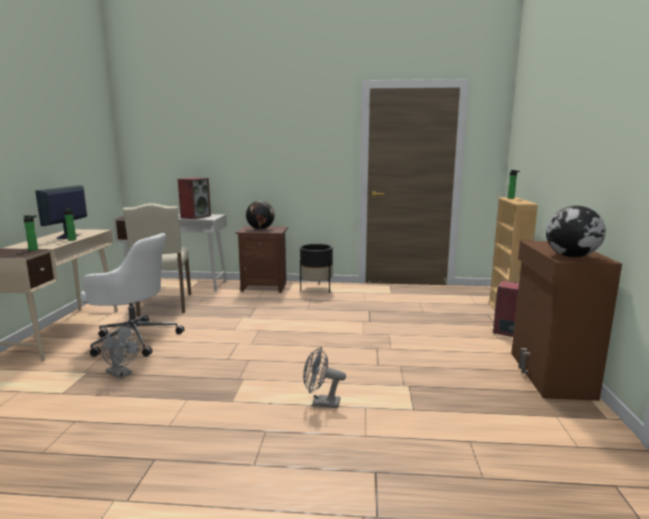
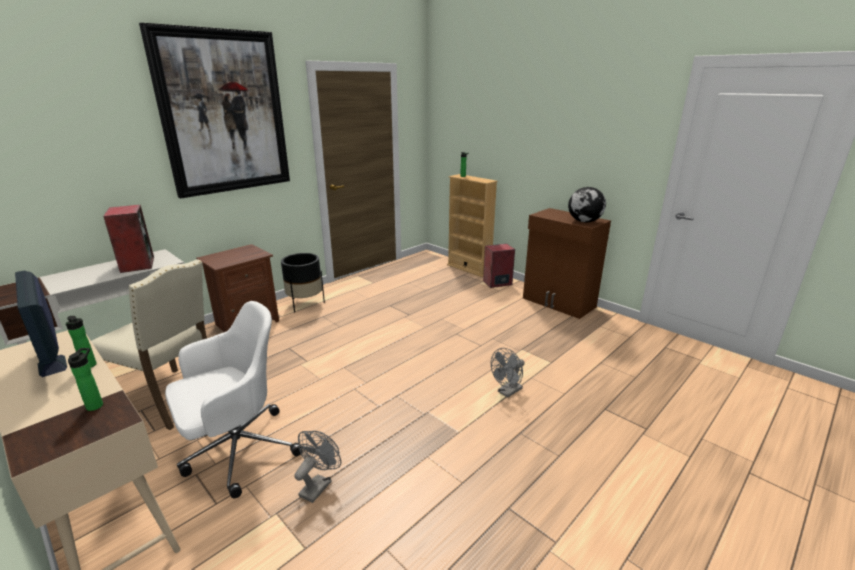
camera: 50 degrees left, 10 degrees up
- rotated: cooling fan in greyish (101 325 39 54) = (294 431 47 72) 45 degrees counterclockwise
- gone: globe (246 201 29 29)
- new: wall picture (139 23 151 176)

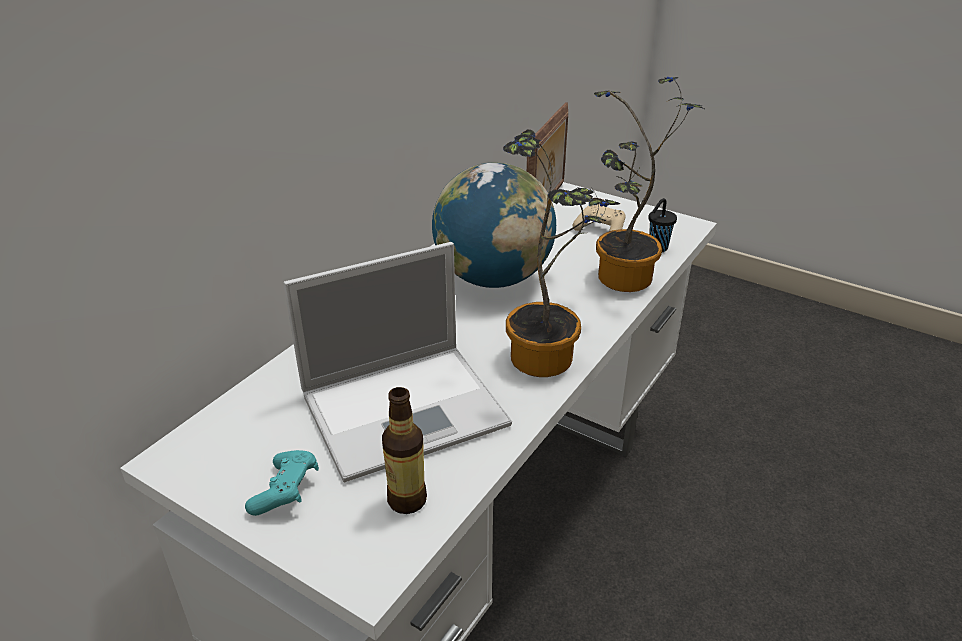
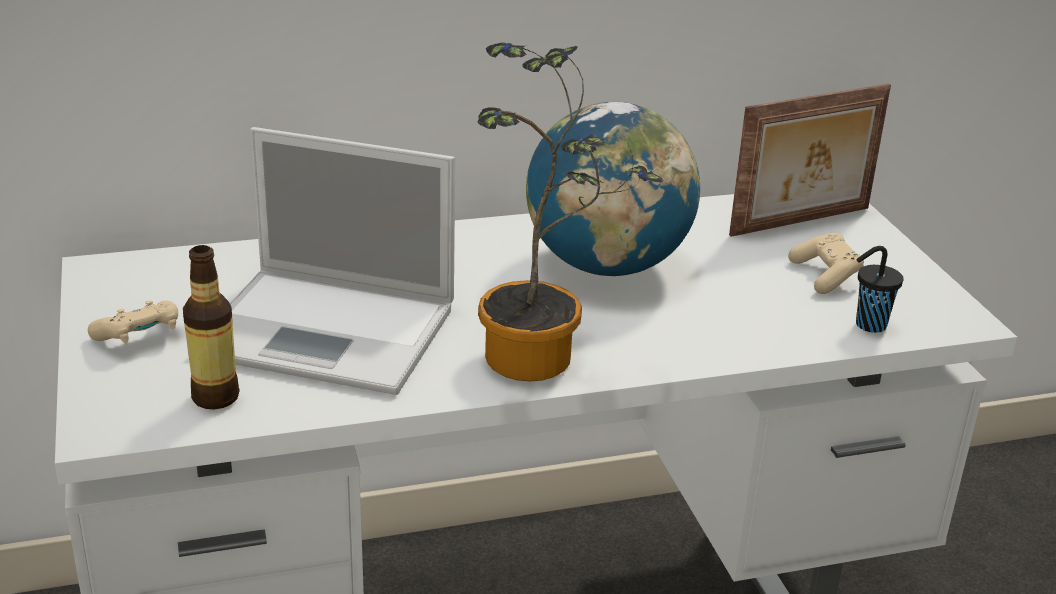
camera: 40 degrees right, 5 degrees down
- repainted: joypad in blue-green (245 450 74 66) to joypad in sand-coloured (88 301 90 42)
- gone: houseplant (594 77 111 215)

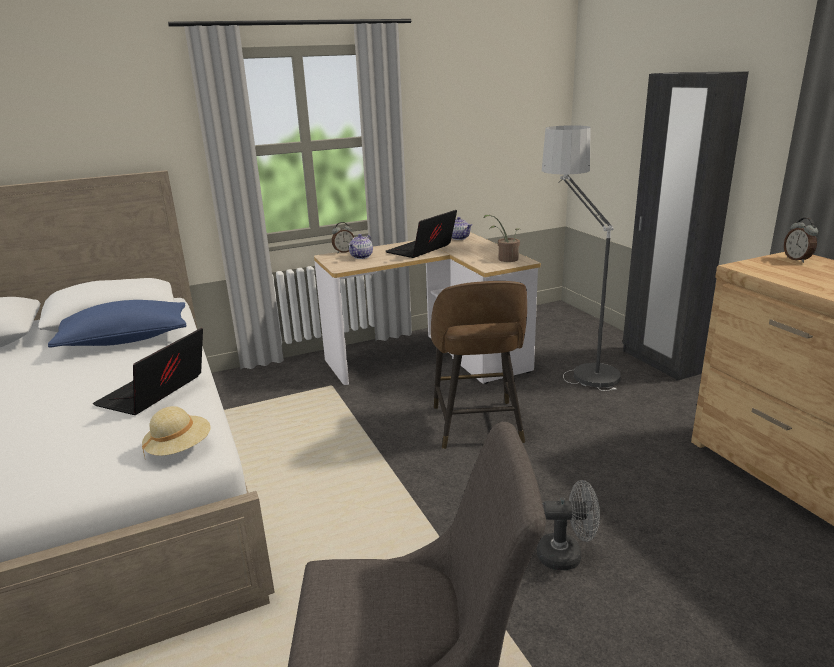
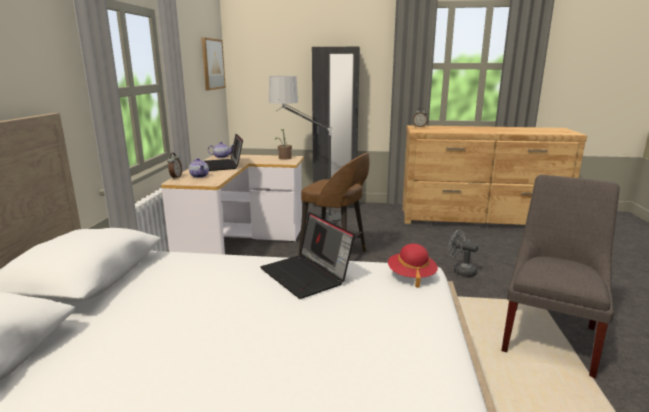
camera: 60 degrees left, 5 degrees down
- gone: cushion in blue (48 300 139 48)
- repainted: hat in sand-coloured (142 406 69 51) to hat in red-coloured (388 244 50 44)
- rotated: cooling fan in greyish (537 480 63 90) = (449 230 29 47) 90 degrees counterclockwise
- new: wall picture (201 37 25 53)

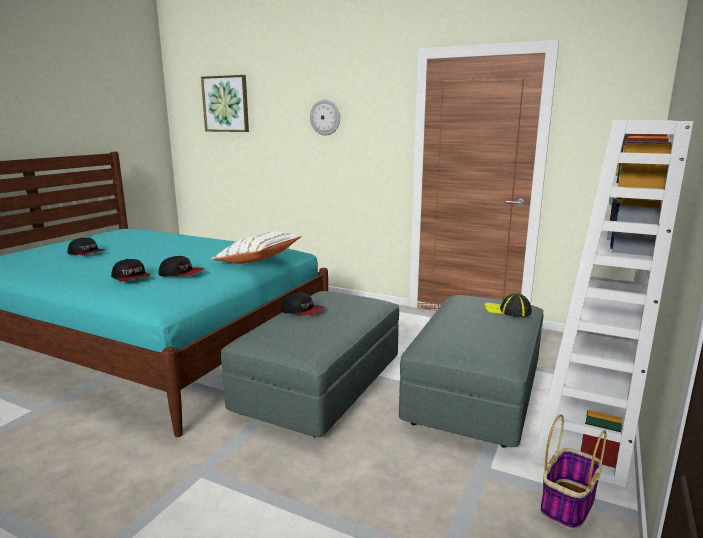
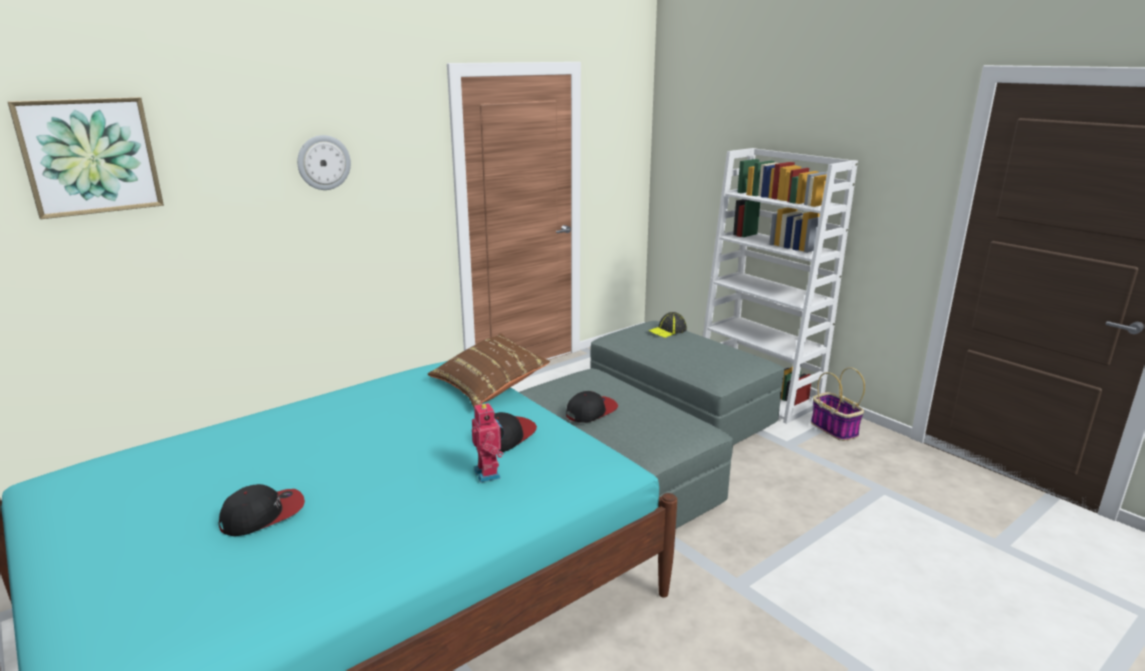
camera: 65 degrees left, 5 degrees up
- swapped: peaked cap (111 259 40 22) to toy robot (472 401 32 82)
- repainted: cushion in white (212 231 90 33) to cushion in brown-coloured (428 334 122 73)

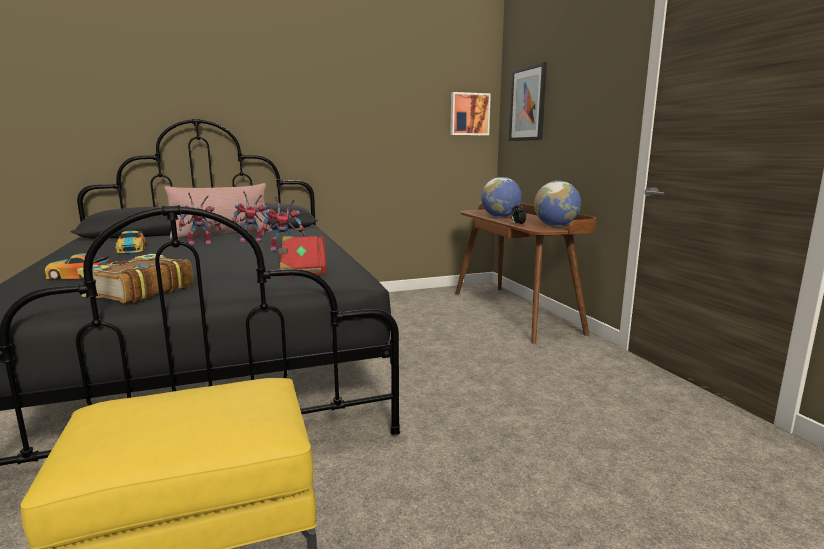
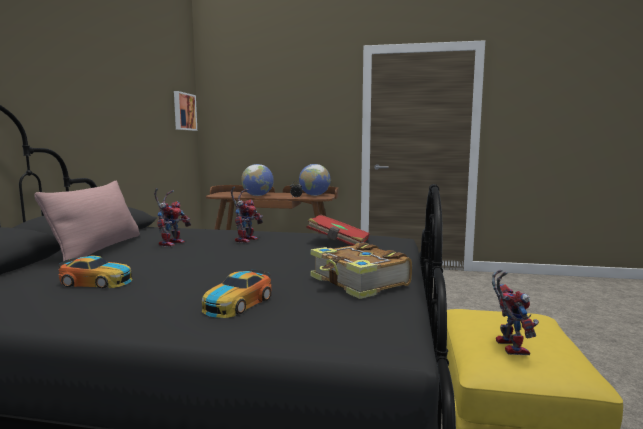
camera: 60 degrees left, 5 degrees down
- shifted: toy robot (179 193 43 52) to (492 269 47 86)
- gone: wall picture (509 62 38 79)

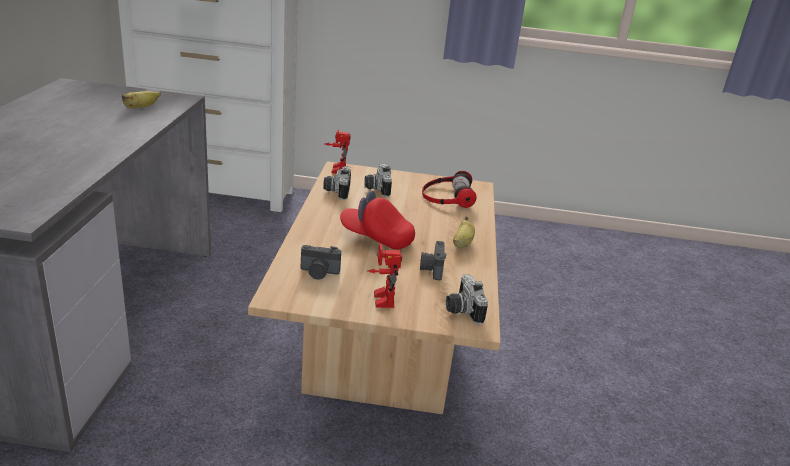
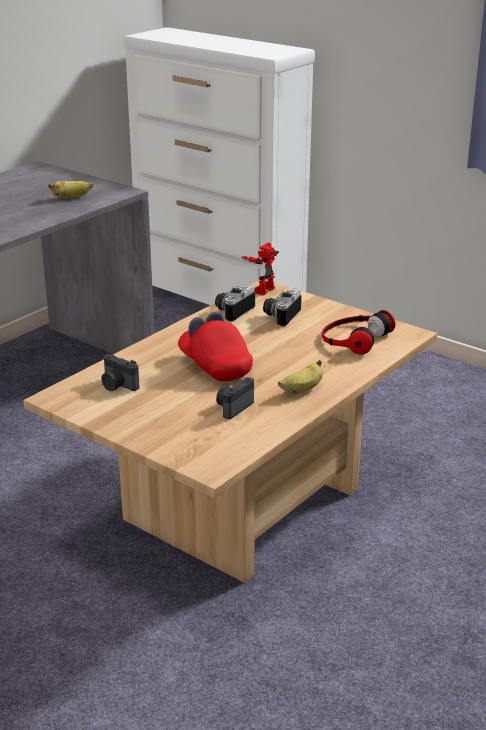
camera: 35 degrees right, 0 degrees up
- gone: toy robot (367 244 35 64)
- gone: photo camera (446 275 42 49)

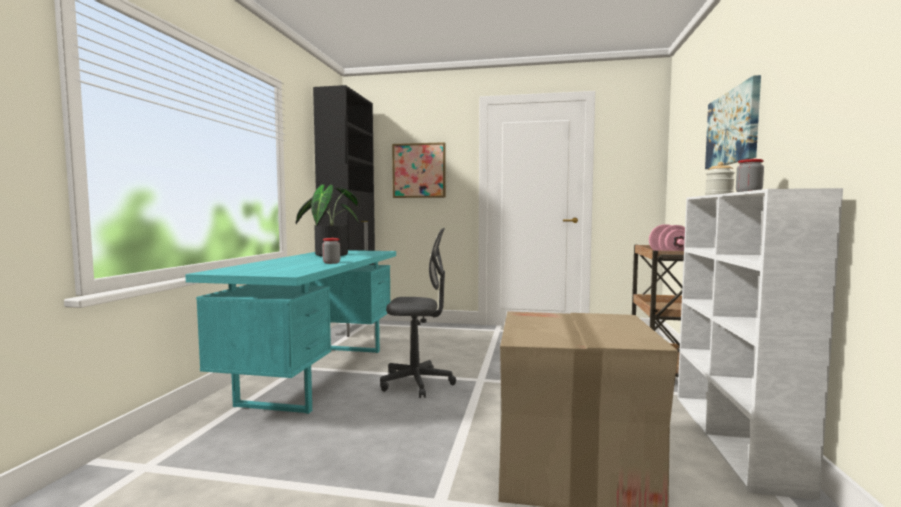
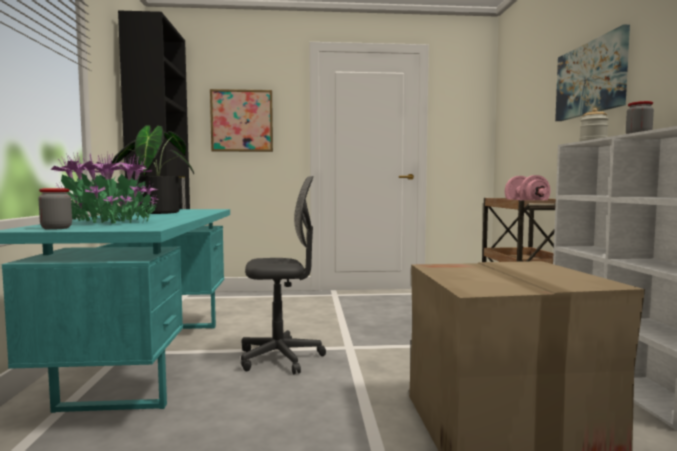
camera: 15 degrees left, 0 degrees up
- shifted: storage jar (322 238 18 26) to (38 188 34 42)
- new: houseplant (50 151 110 73)

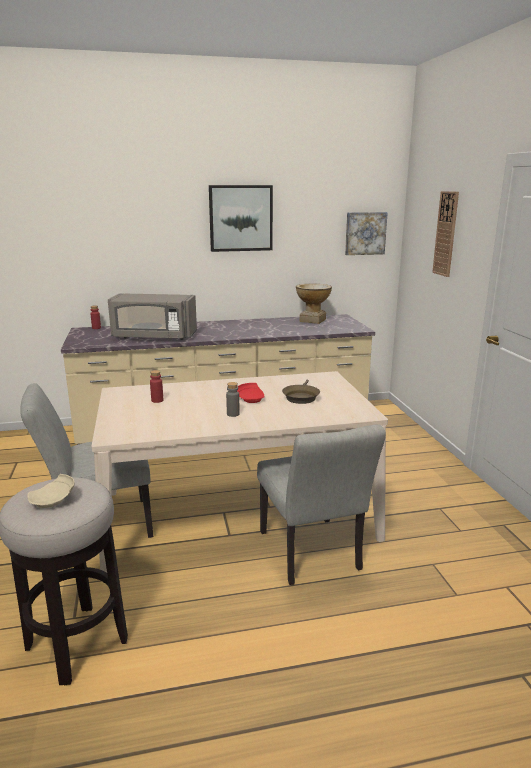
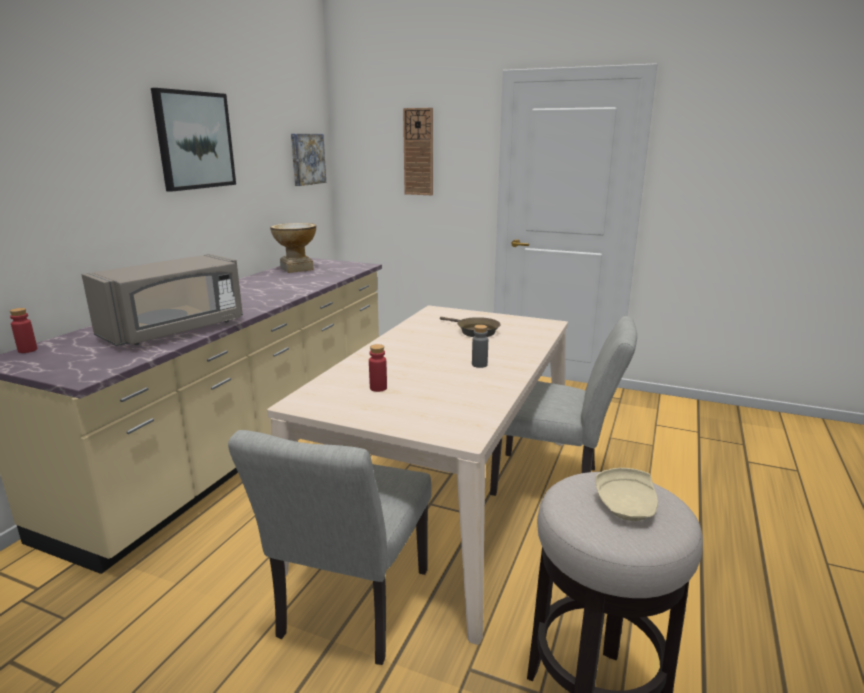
camera: 55 degrees left, 0 degrees up
- gone: plate in red-coloured (237 383 28 20)

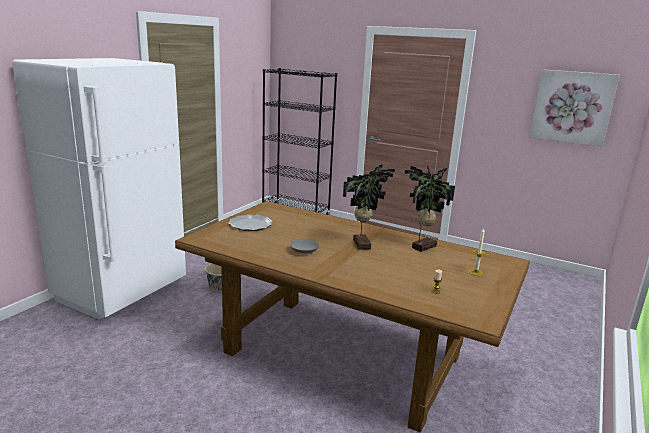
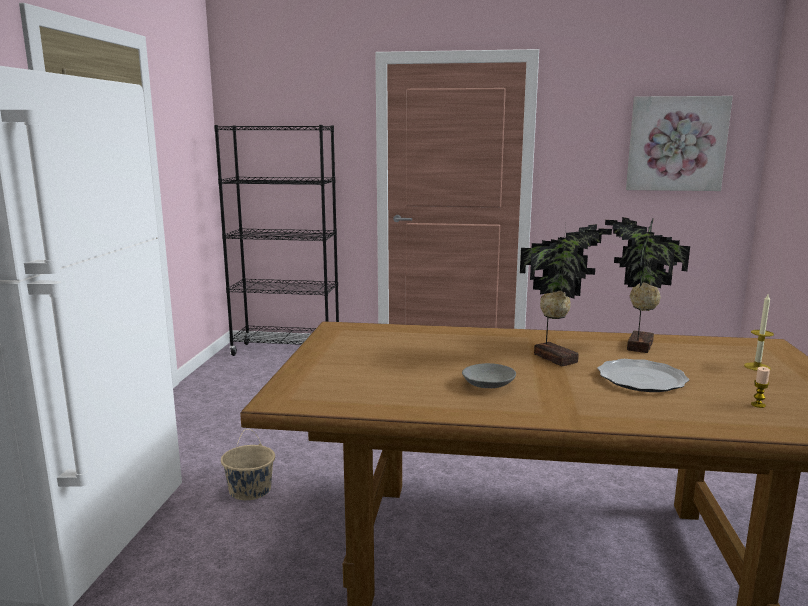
camera: 20 degrees left, 5 degrees down
- shifted: plate (229 215 43 16) to (597 359 92 33)

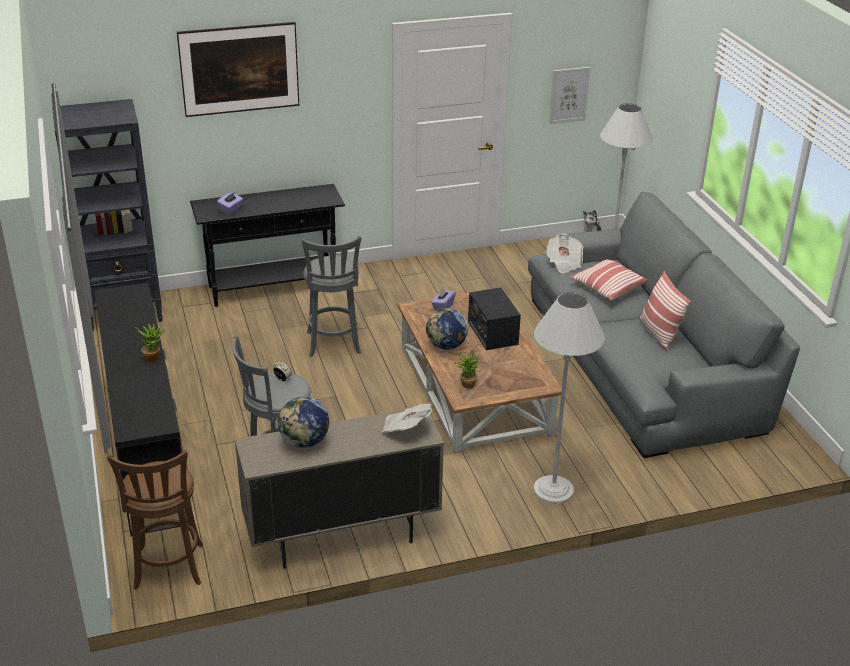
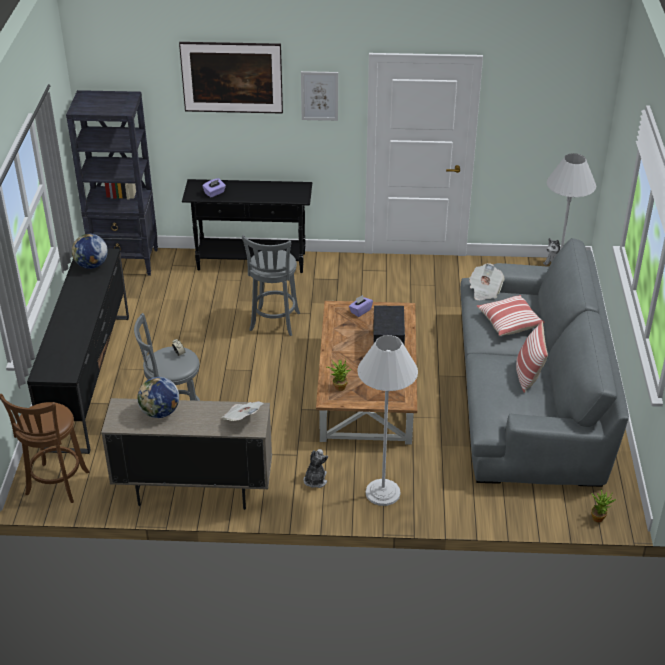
camera: 20 degrees right, 5 degrees up
- shifted: houseplant (135 324 31 38) to (591 489 25 33)
- shifted: globe (426 308 42 42) to (72 234 36 35)
- shifted: wall picture (549 67 41 57) to (301 71 37 50)
- new: cuddly toy (303 449 25 39)

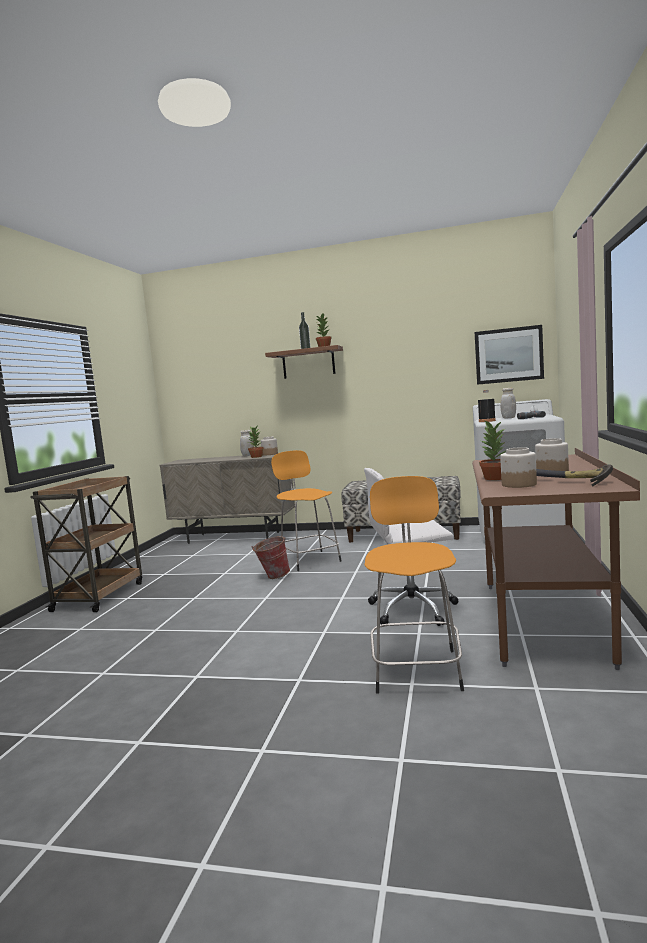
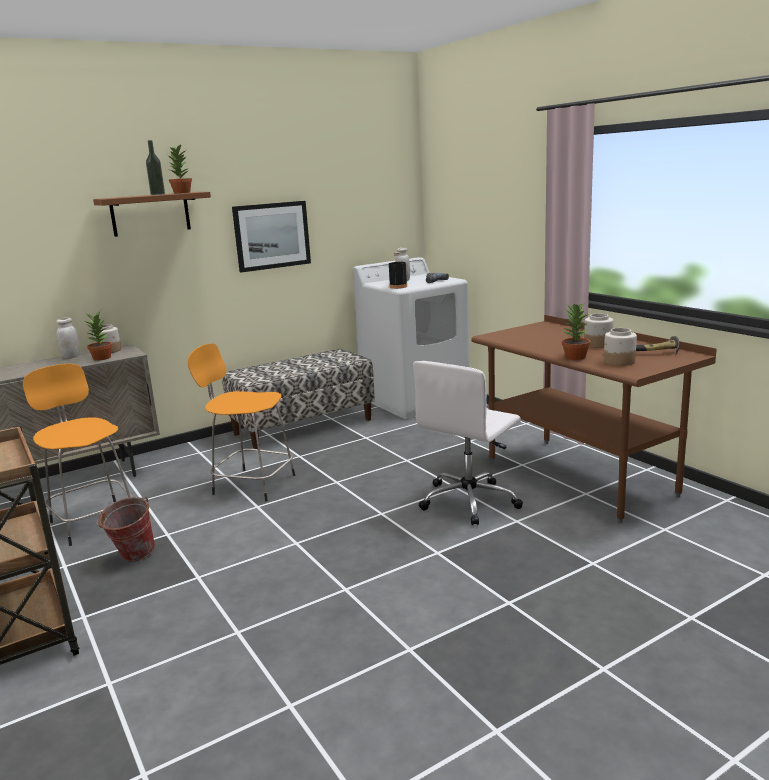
camera: 45 degrees left, 10 degrees up
- shifted: pail (251 536 39 43) to (96 497 59 65)
- shifted: stool in orangey (364 476 100 218) to (23 364 110 182)
- shifted: wall picture (475 325 69 60) to (232 201 79 71)

